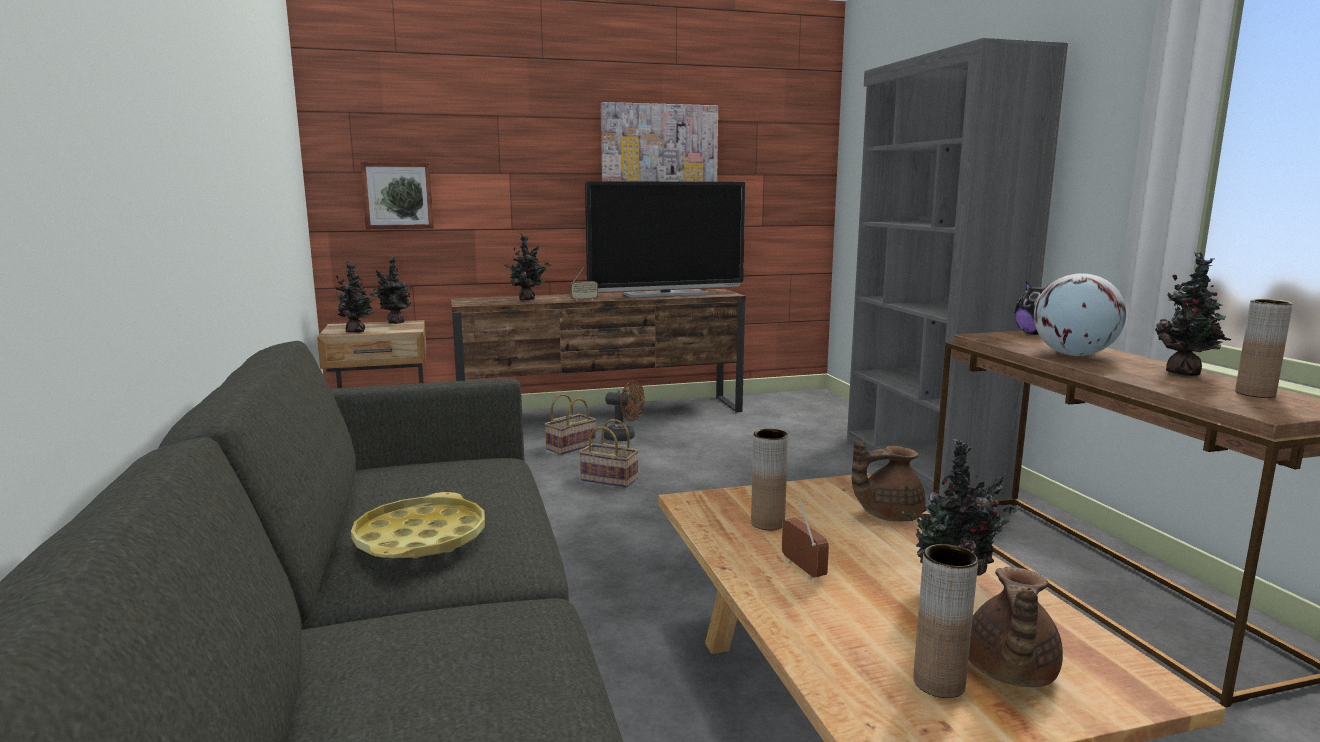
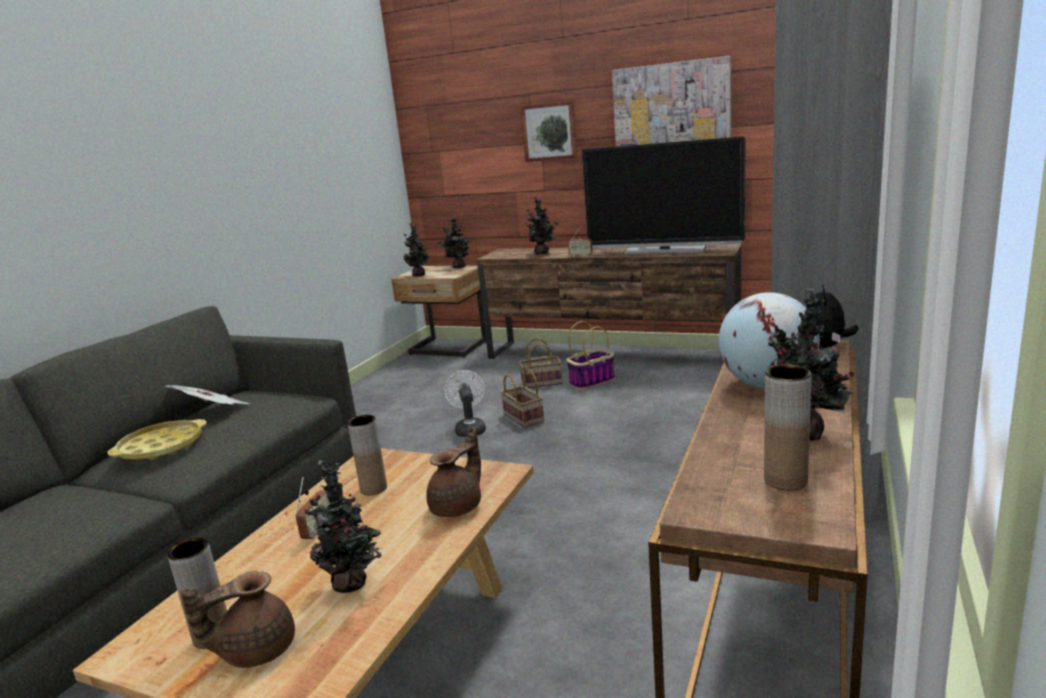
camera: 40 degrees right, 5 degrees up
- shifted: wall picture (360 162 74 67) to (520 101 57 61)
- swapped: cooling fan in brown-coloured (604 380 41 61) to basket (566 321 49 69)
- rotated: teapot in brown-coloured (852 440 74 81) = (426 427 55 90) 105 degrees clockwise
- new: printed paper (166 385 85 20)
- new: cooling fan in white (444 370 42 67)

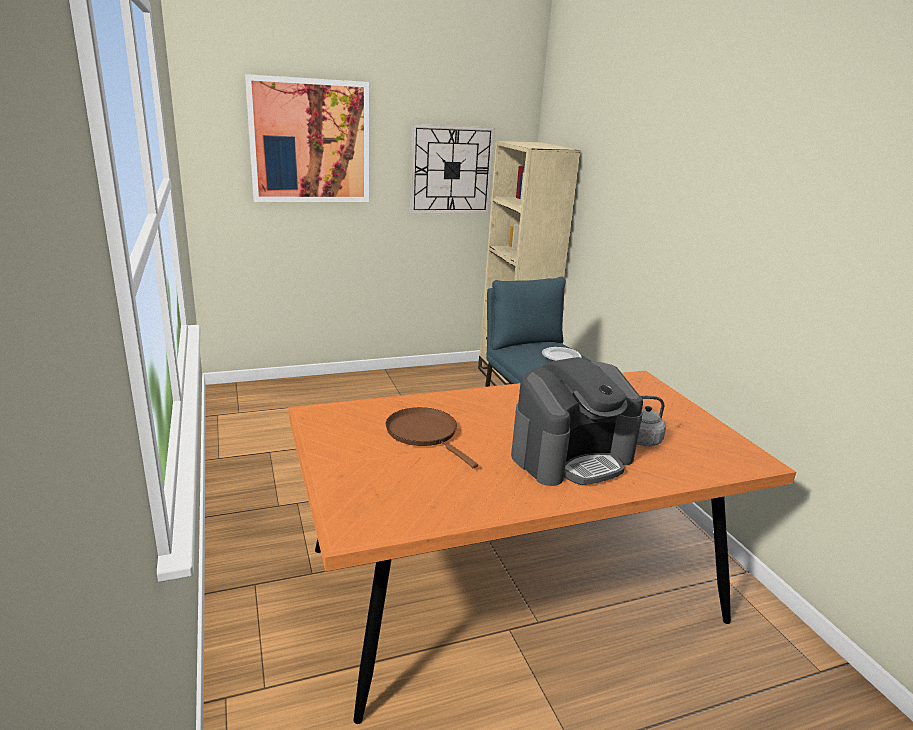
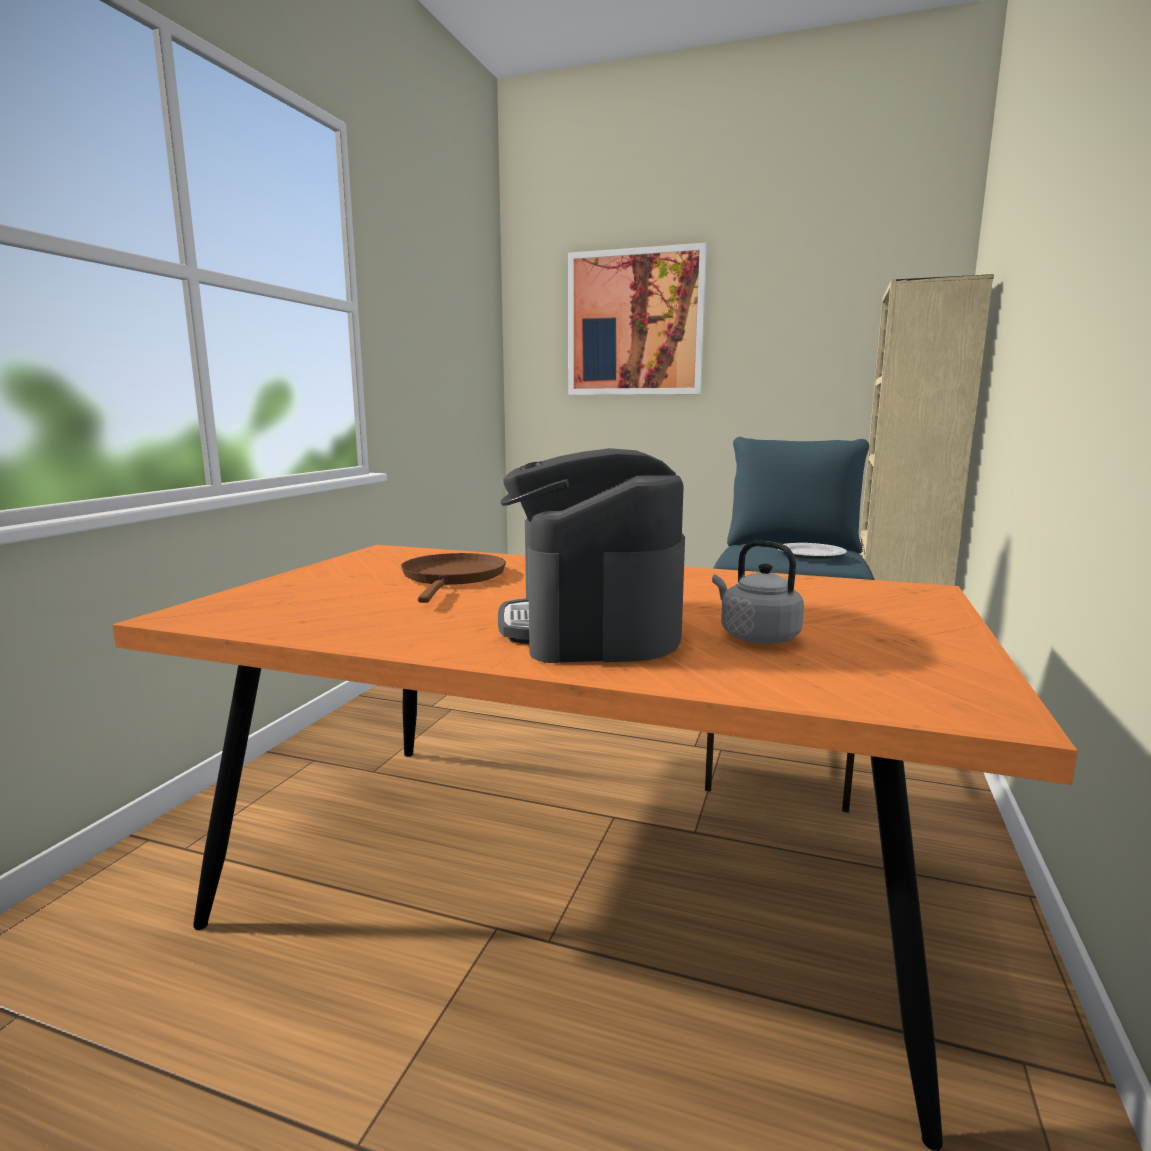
camera: 40 degrees right, 10 degrees down
- gone: clock on the wall (410 124 85 90)
- rotated: coffee maker (511 357 132 129) = (498 448 187 215) 75 degrees clockwise

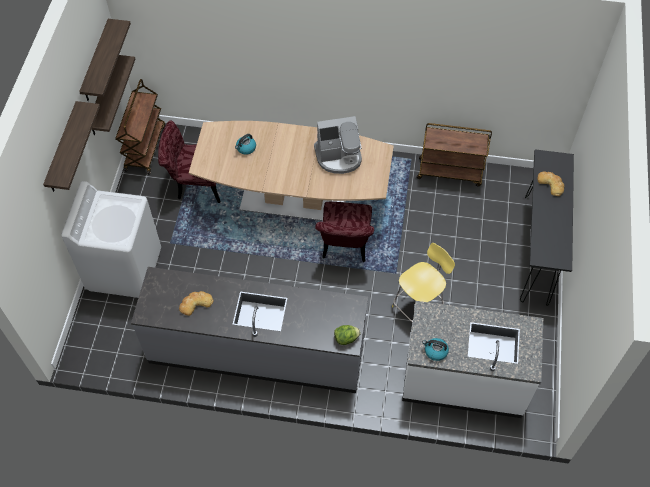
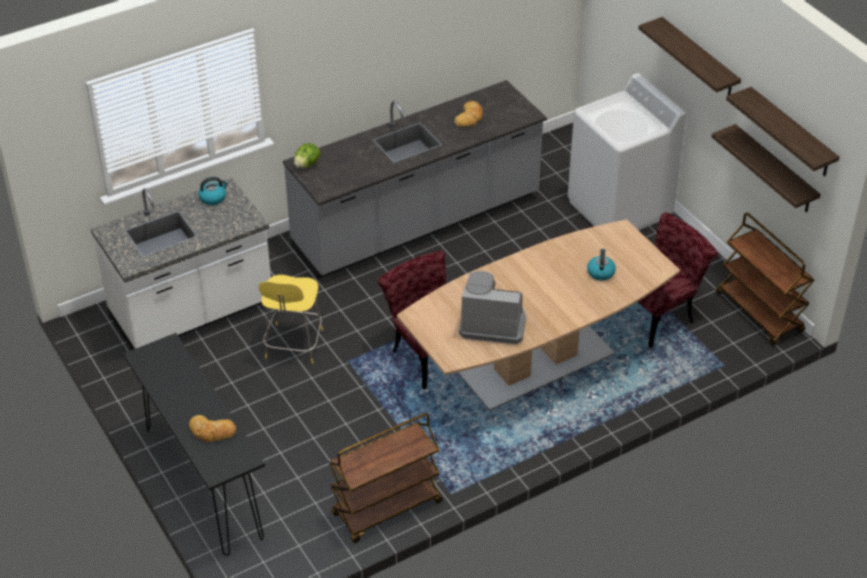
camera: 140 degrees right, 15 degrees down
- rotated: coffee maker (314 116 48 58) = (459 271 67 73) 60 degrees clockwise

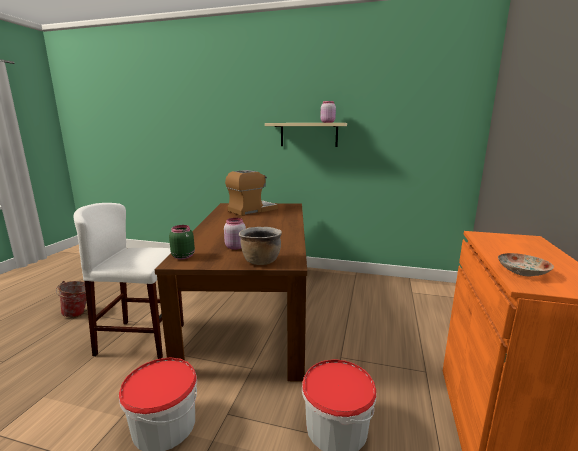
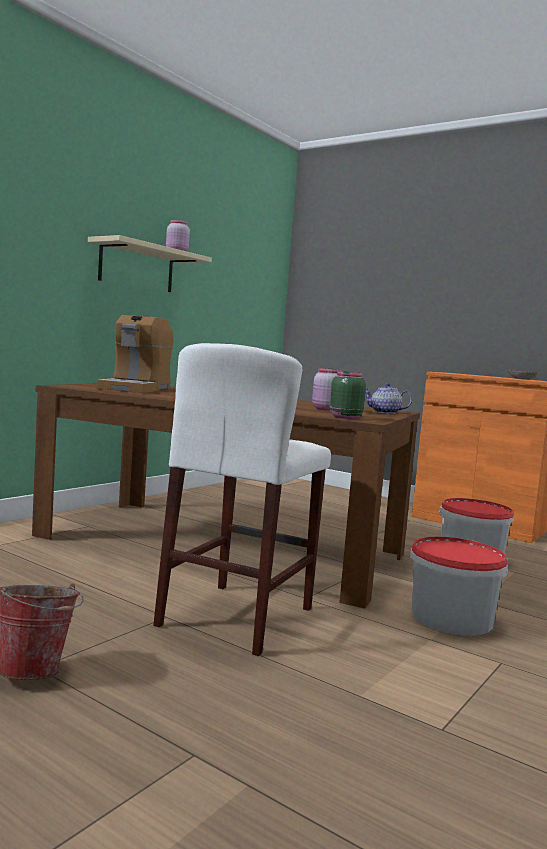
camera: 70 degrees left, 10 degrees down
- rotated: coffee maker (225 170 53 46) = (96 315 77 78) 150 degrees counterclockwise
- swapped: cooking pot in brown-coloured (239 227 43 38) to teapot (365 383 48 31)

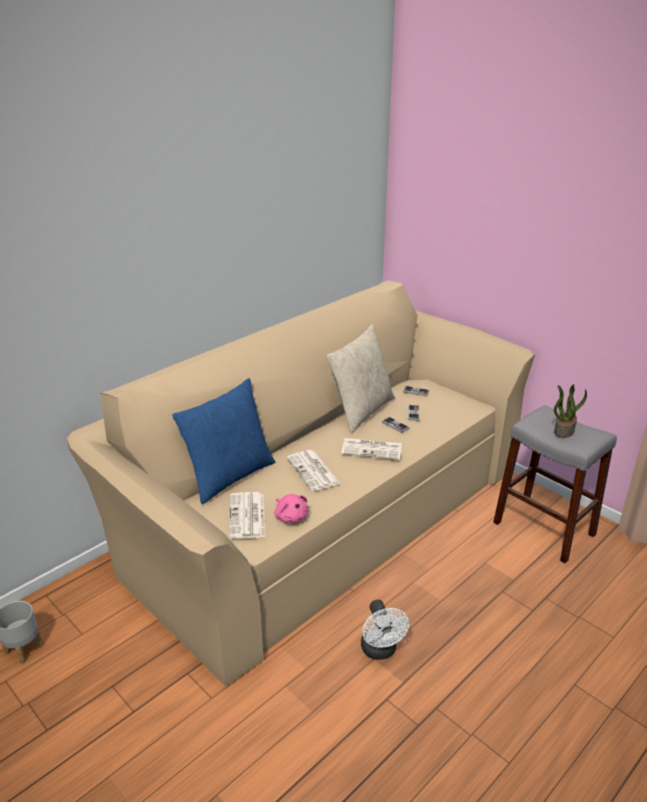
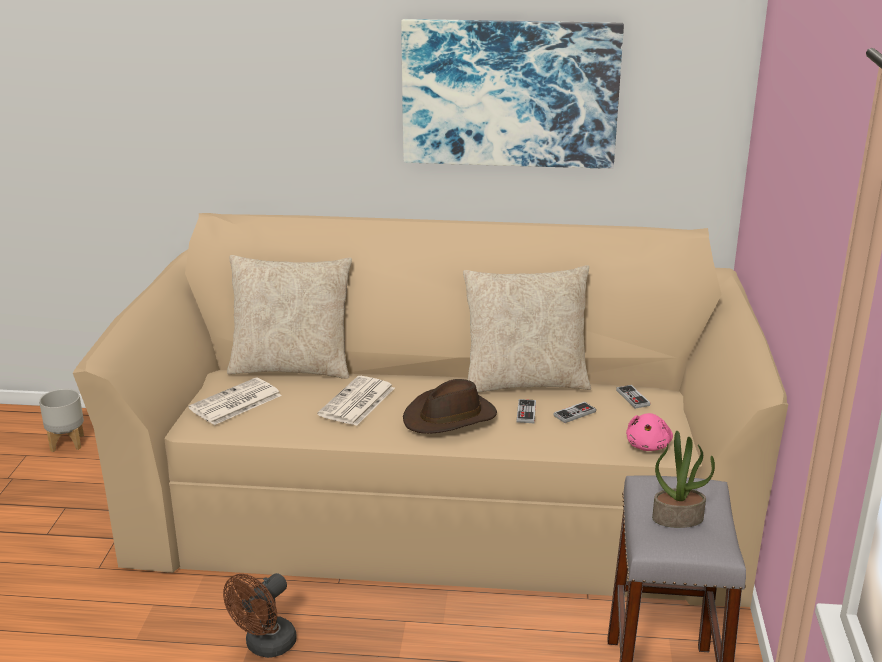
camera: 50 degrees right, 5 degrees down
- repainted: cushion in blue (172 378 103 126) to cushion in sand-coloured (227 255 125 124)
- shifted: cuddly toy in pink-coloured (274 494 34 29) to (626 413 47 38)
- swapped: printed paper (341 438 61 22) to hat in brown-coloured (403 379 94 55)
- repainted: cooling fan in white (361 599 48 61) to cooling fan in brown-coloured (223 573 74 85)
- new: wall picture (401 19 223 150)

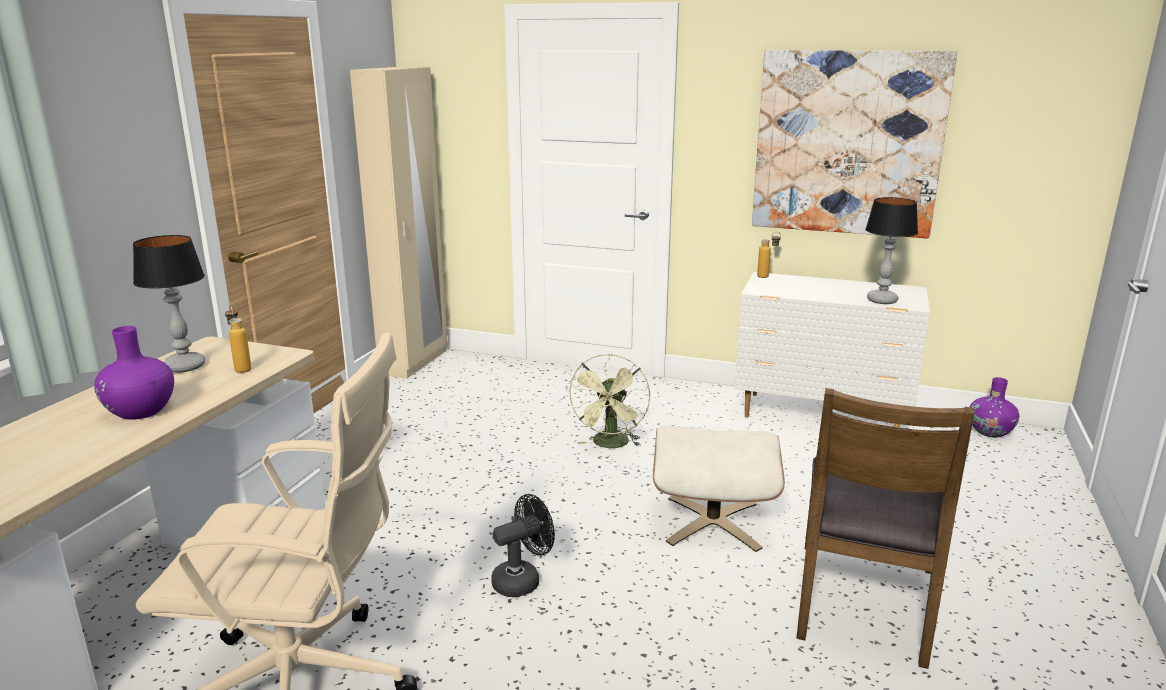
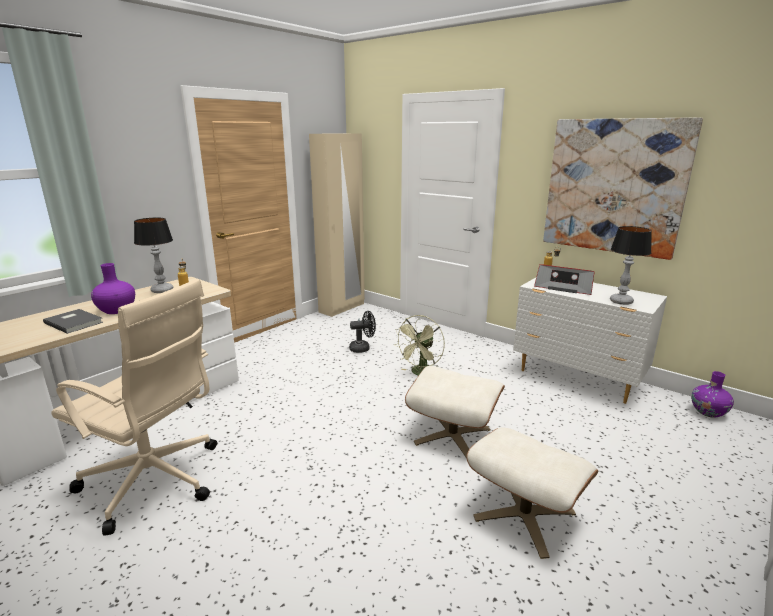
camera: 20 degrees right, 0 degrees up
- shifted: cooling fan in black-coloured (491 494 64 103) to (349 311 27 42)
- swapped: chair in brown-coloured (796 388 178 281) to ottoman in sand-coloured (466 427 132 132)
- new: volume in greyish (43 309 60 25)
- new: radio set (534 264 61 31)

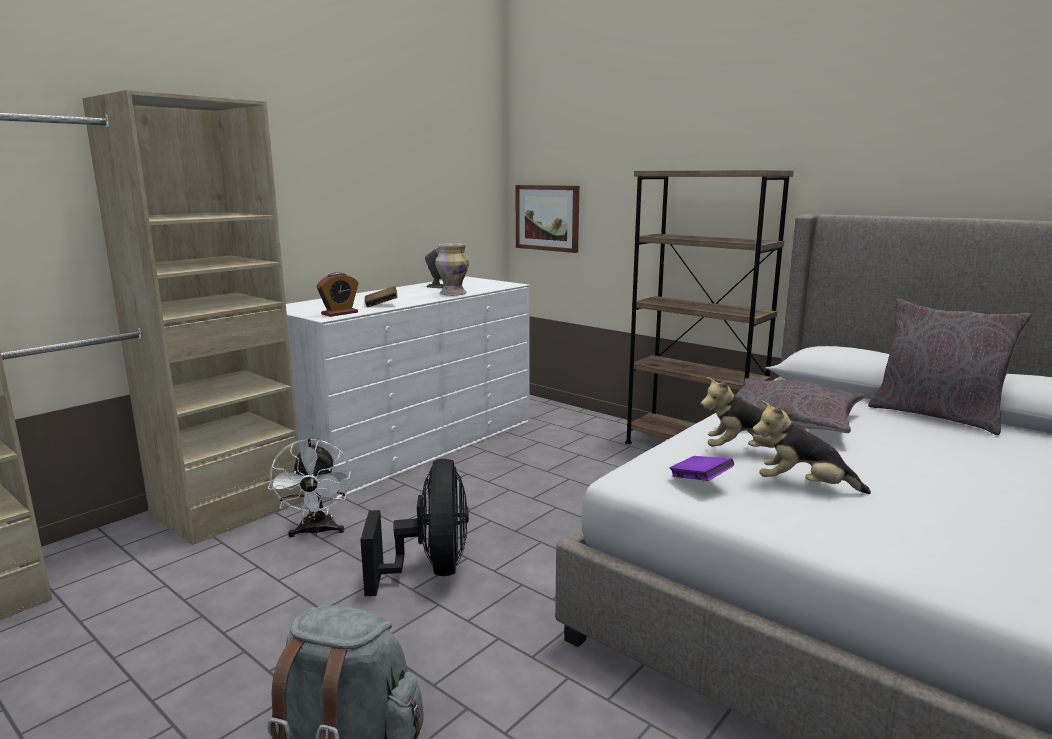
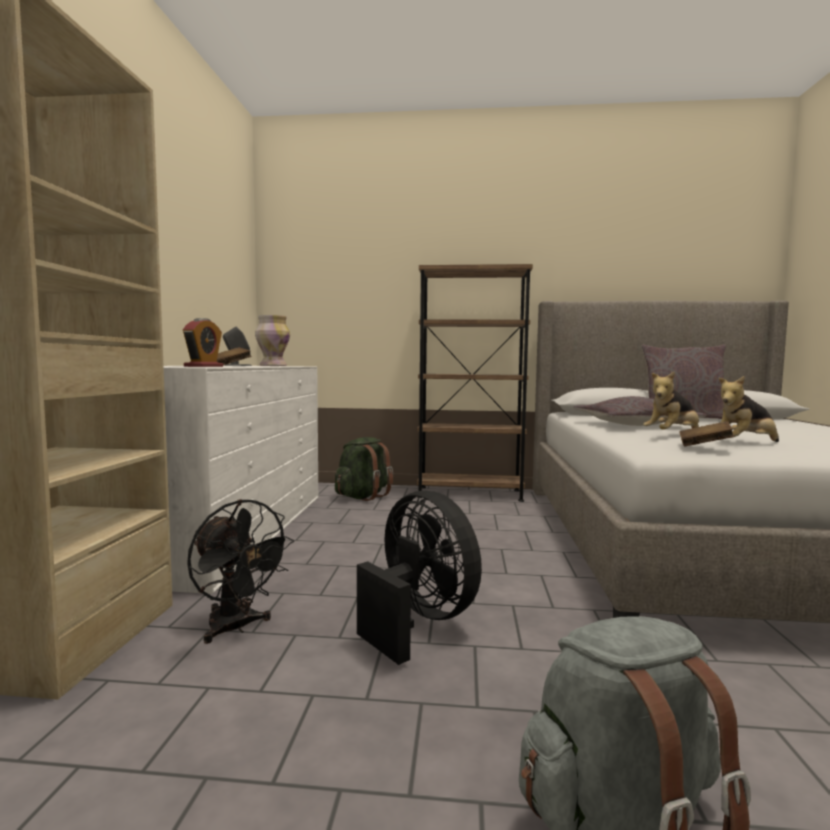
camera: 35 degrees left, 10 degrees down
- repainted: cooling fan in white (268 438 84 100) to cooling fan in black-coloured (187 499 107 145)
- gone: wall picture (516 185 63 68)
- repainted: volume in purple-coloured (669 456 65 25) to volume in brown-coloured (679 421 55 25)
- new: knapsack in green (335 437 58 64)

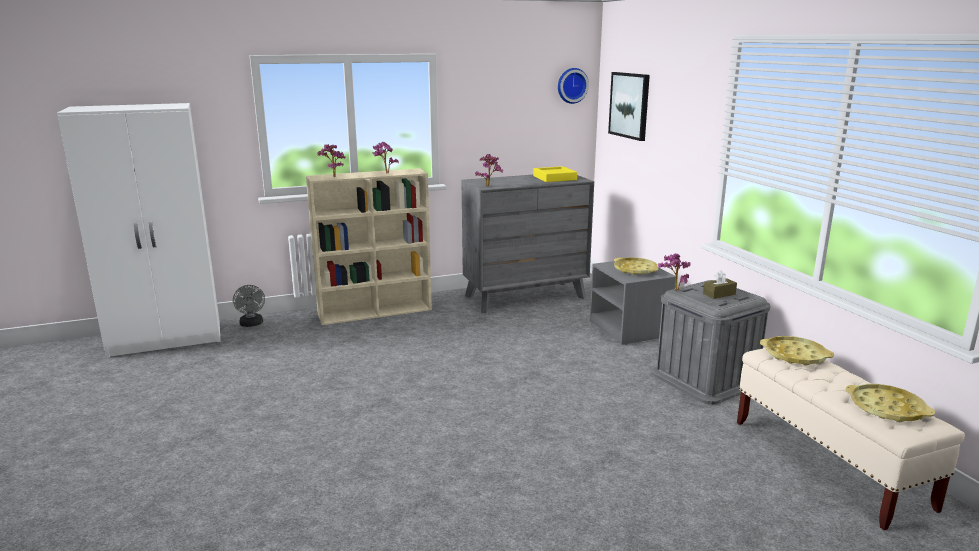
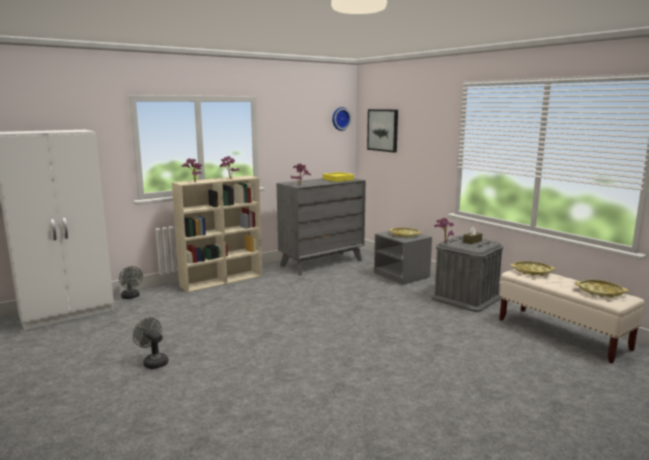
camera: 15 degrees left, 5 degrees down
- new: cooling fan in greyish (133 317 36 52)

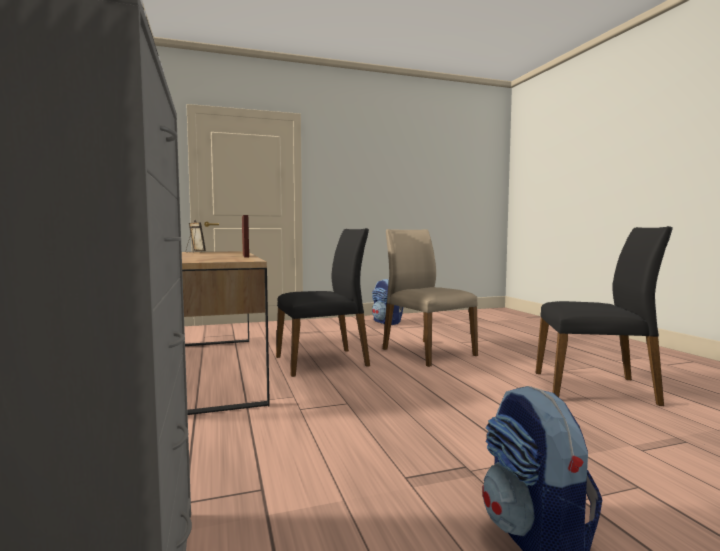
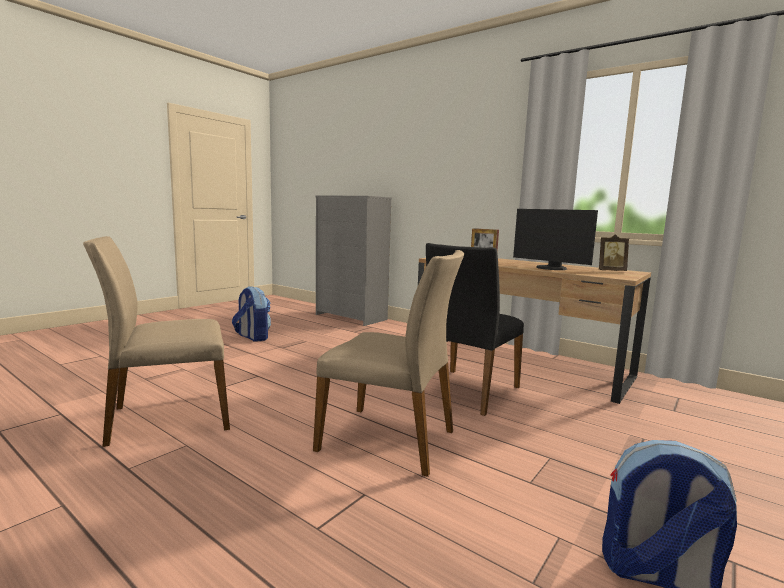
camera: 145 degrees right, 5 degrees up
- repainted: chair in black-coloured (536 226 137 180) to chair in sand-coloured (83 236 147 211)
- new: monitor (513 209 85 61)

